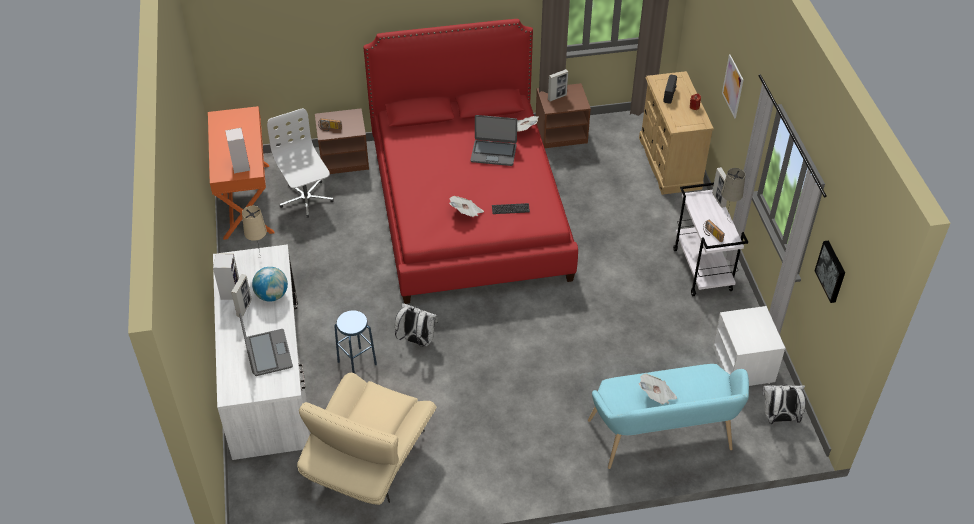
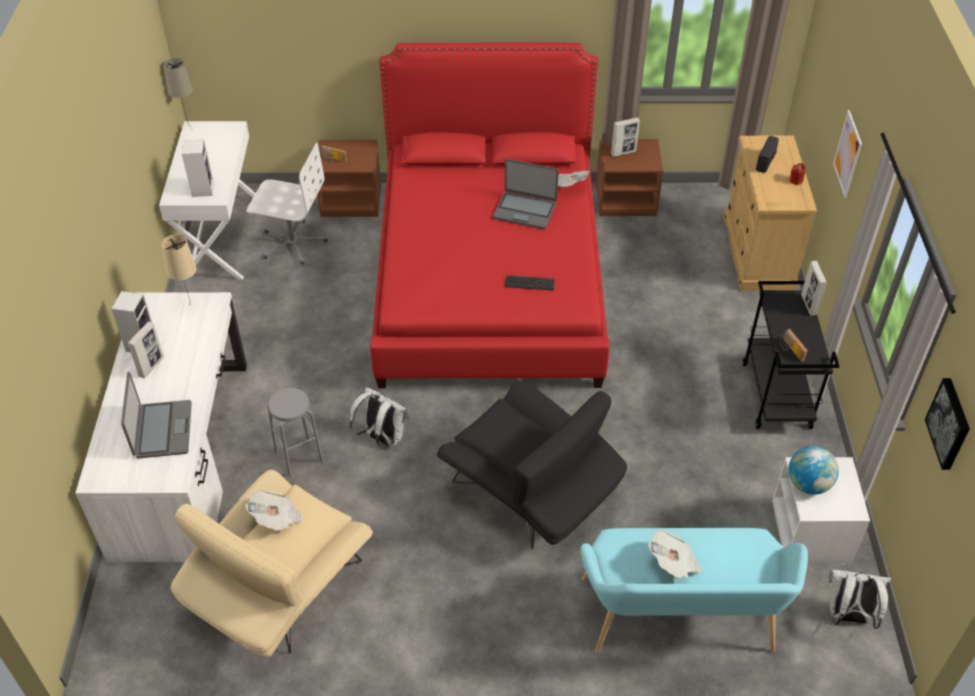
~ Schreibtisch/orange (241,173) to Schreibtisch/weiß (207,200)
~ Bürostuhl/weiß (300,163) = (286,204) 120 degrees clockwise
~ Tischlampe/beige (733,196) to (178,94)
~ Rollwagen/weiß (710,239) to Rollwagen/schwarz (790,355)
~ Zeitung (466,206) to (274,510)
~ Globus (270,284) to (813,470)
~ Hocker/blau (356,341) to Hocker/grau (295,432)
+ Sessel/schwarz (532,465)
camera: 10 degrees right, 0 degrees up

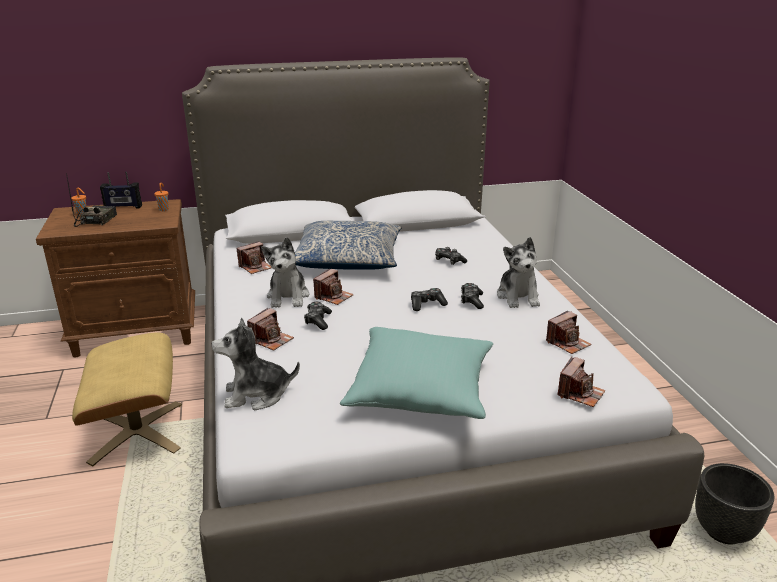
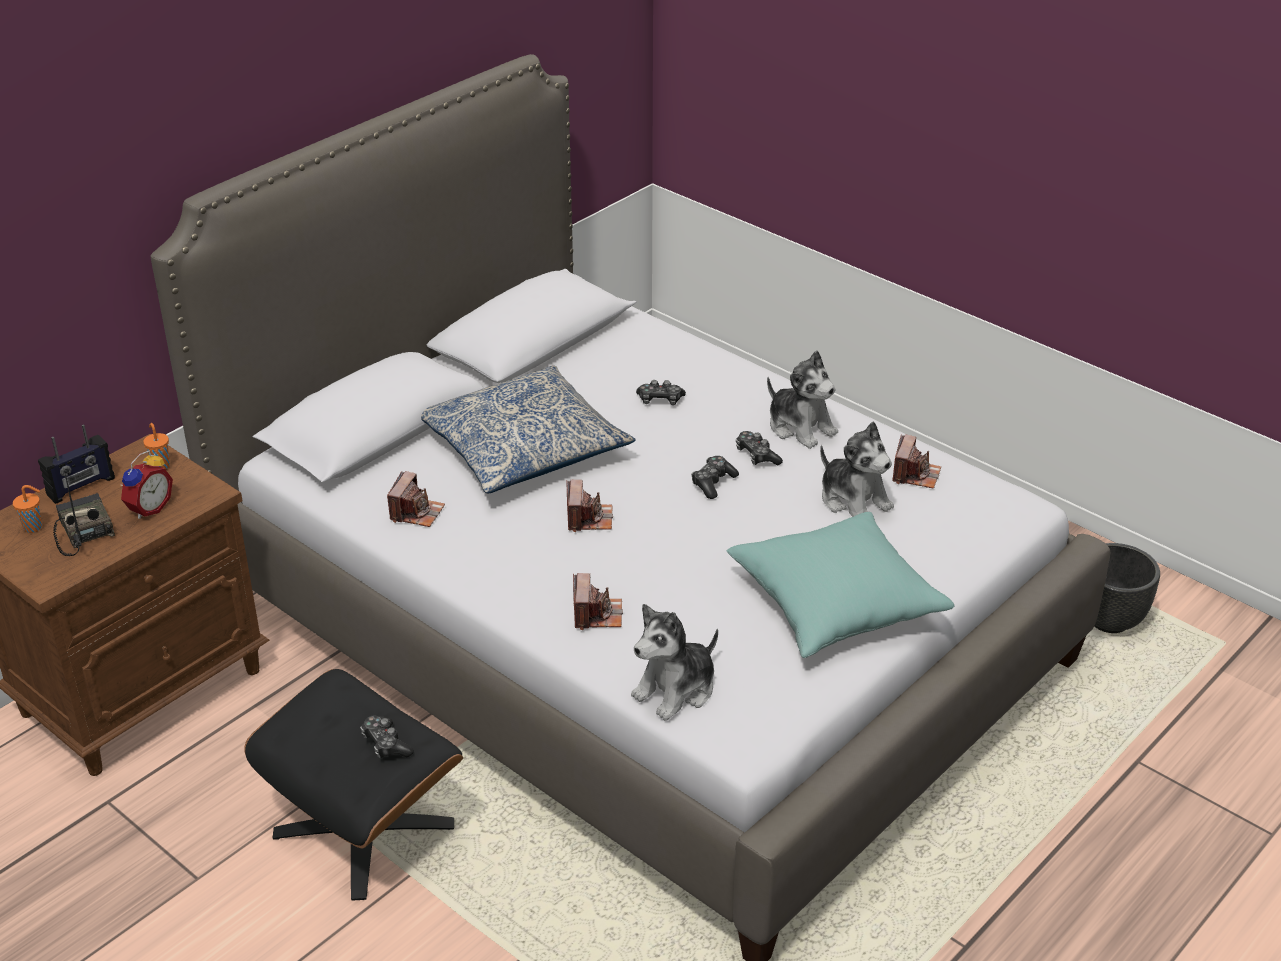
~ Plüschtier (285,272) to (857,469)
~ Gamepad (318,316) to (387,736)
~ Polsterhocker/beige (127,399) to Polsterhocker/schwarz (353,785)
- Kamera (581,382)
+ Wecker (146,484)
camera: 35 degrees left, 10 degrees up

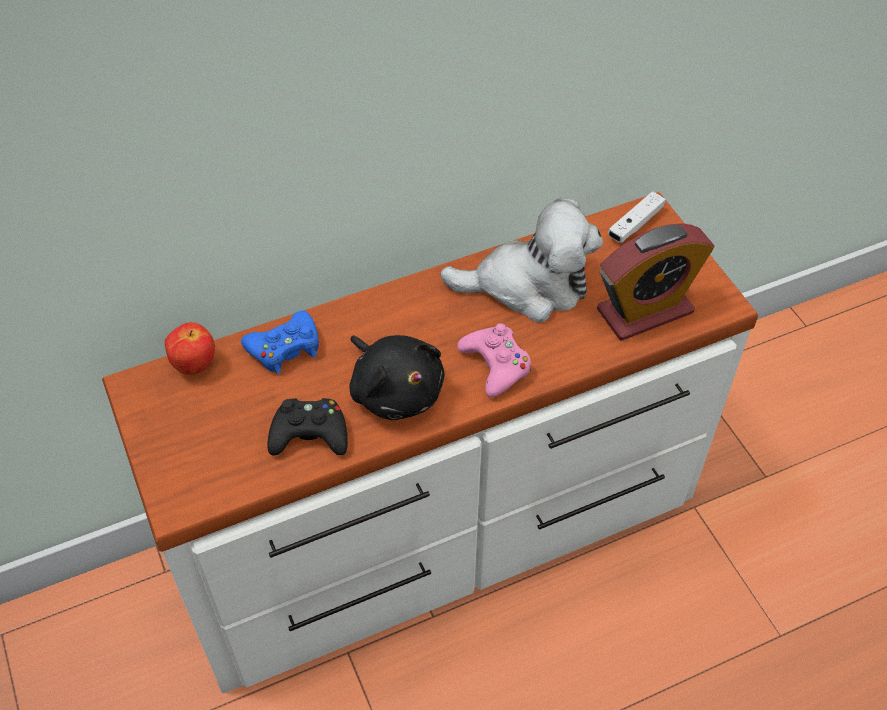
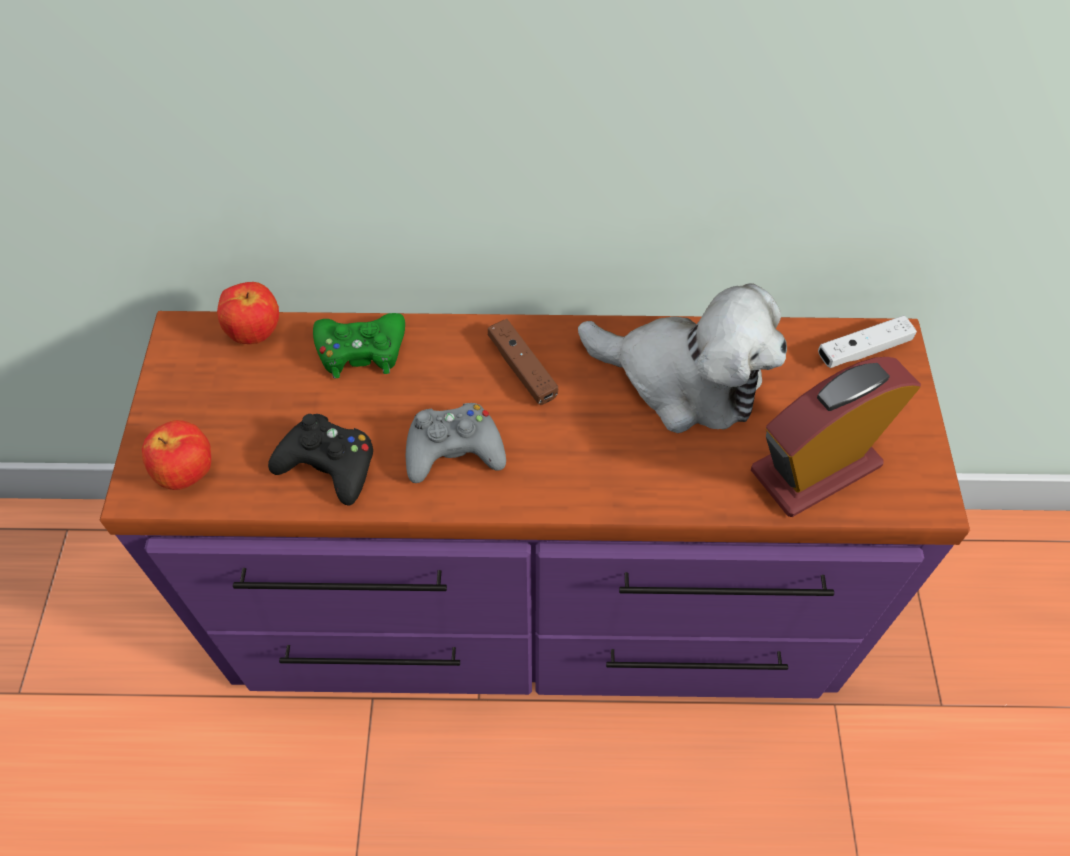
~ Kommode/weiß (430,442) to Kommode/lila (535,504)
~ Wecker (655,282) = (836,437) 150 degrees clockwise
~ Gamepad/blau (280,342) to Gamepad/grün (359,345)
- Gamepad/rosa (494,360)
~ Plüschtier/schwarz (397,377) to Gamepad/grau (456,443)
+ Gamepad/braun (523,362)
+ Apfel (176,455)
camera: 25 degrees right, 5 degrees up

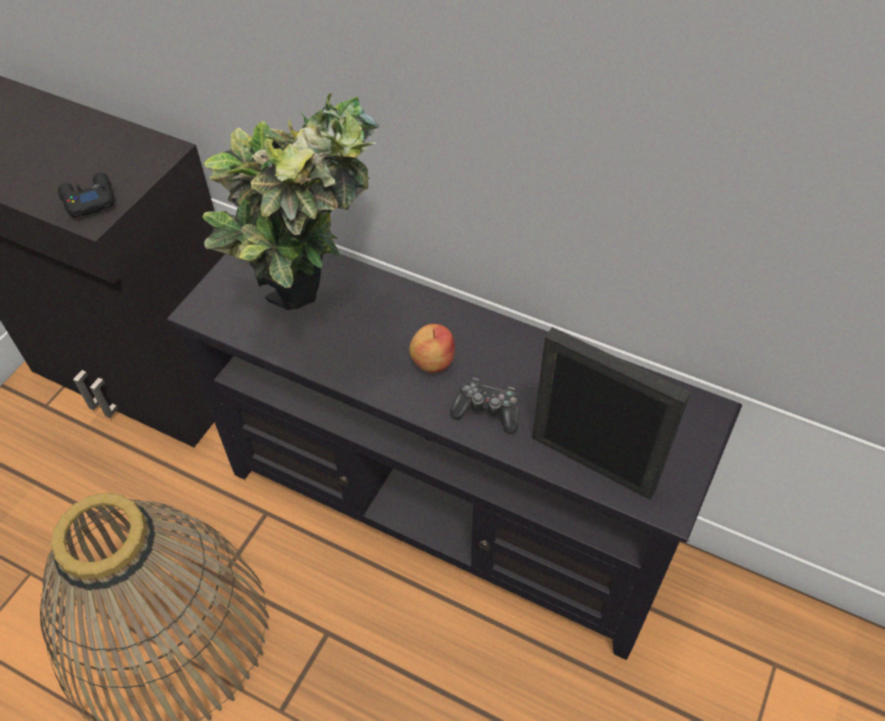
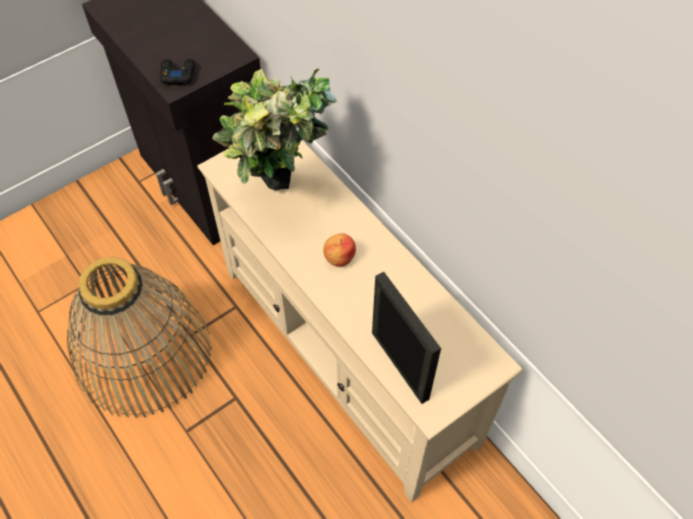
~ Fernsehschrank/schwarz (454,456) to Fernsehschrank/beige (360,321)
- Gamepad (484,405)
camera: 25 degrees right, 5 degrees up

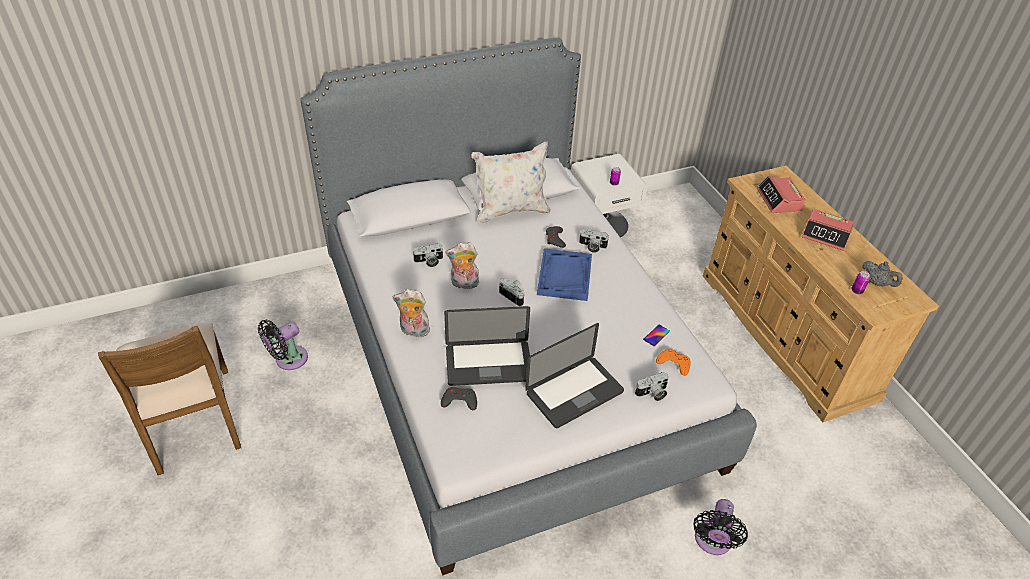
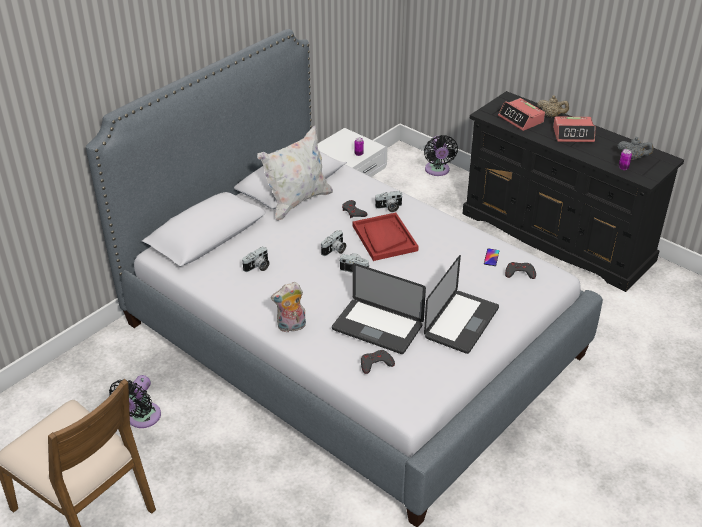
~ Kommode/beige (821,294) to Kommode/schwarz (573,191)
- Plüschtier (462,265)
~ Tablett/blau (564,274) to Tablett/rot (386,236)
~ Laptop (487,346) = (379,308) 60 degrees clockwise
~ Gamepad/orange (673,362) to Gamepad/grau (520,270)
~ Kamera (652,386) to (333,243)
~ Ventilator/schwarz (721,527) to (441,155)
+ Teekanne/beige (553,106)
camera: 25 degrees left, 5 degrees down

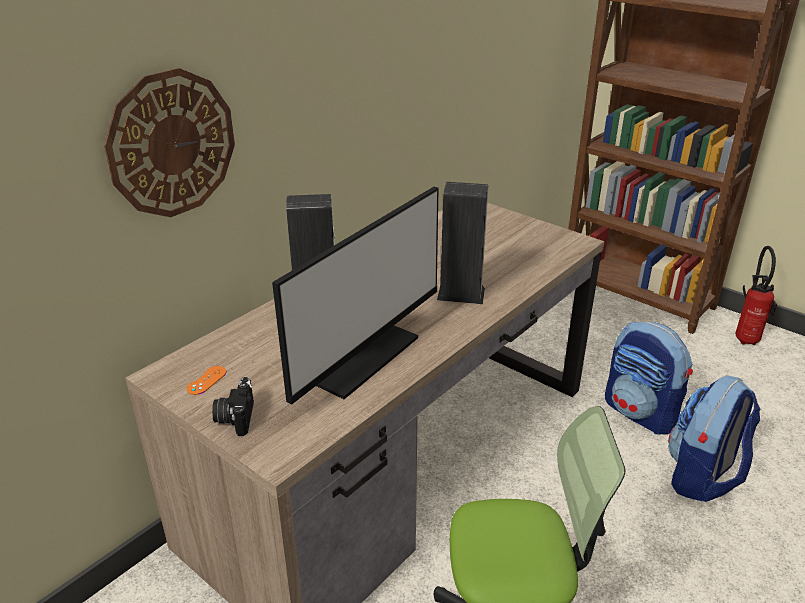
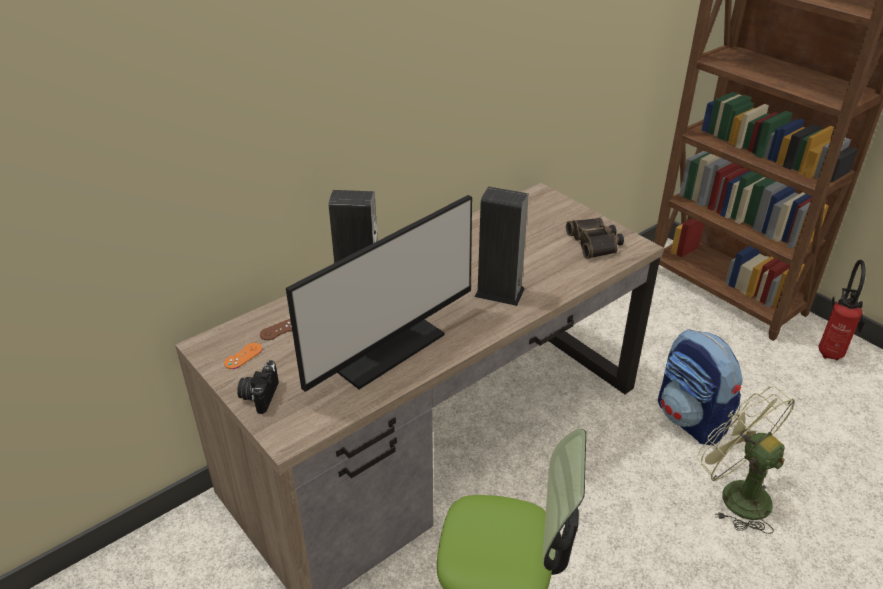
- Wanduhr (169,142)
~ Rucksack (714,438) to Ventilator/grün (746,460)
+ Fernglas (595,238)
+ Gamepad/braun (276,329)
camera: 10 degrees right, 5 degrees up

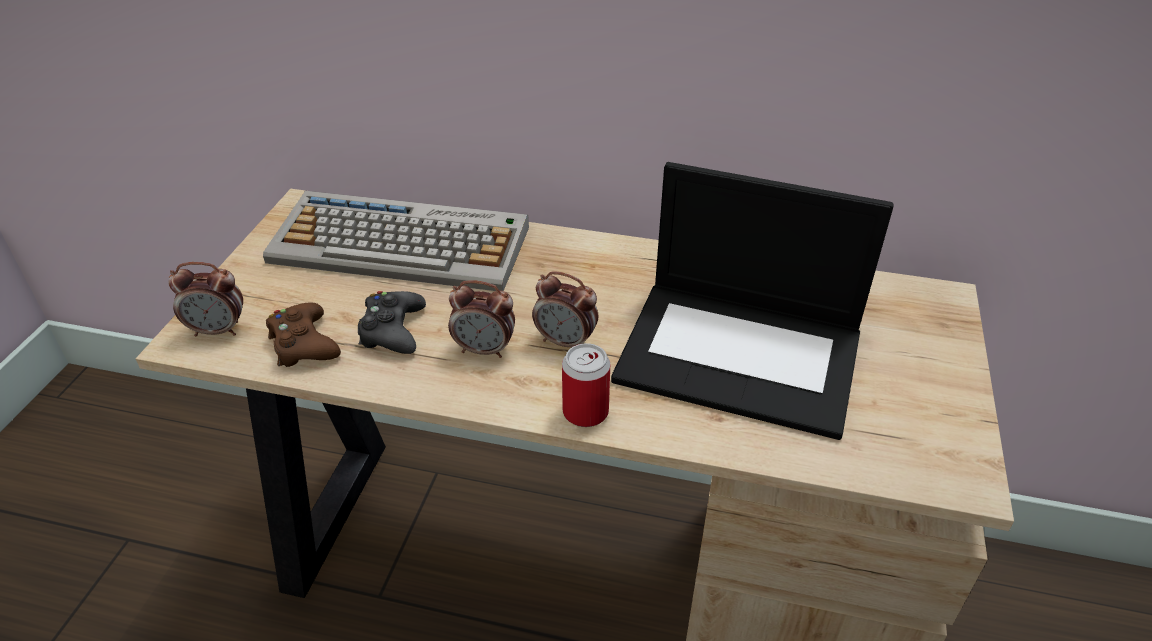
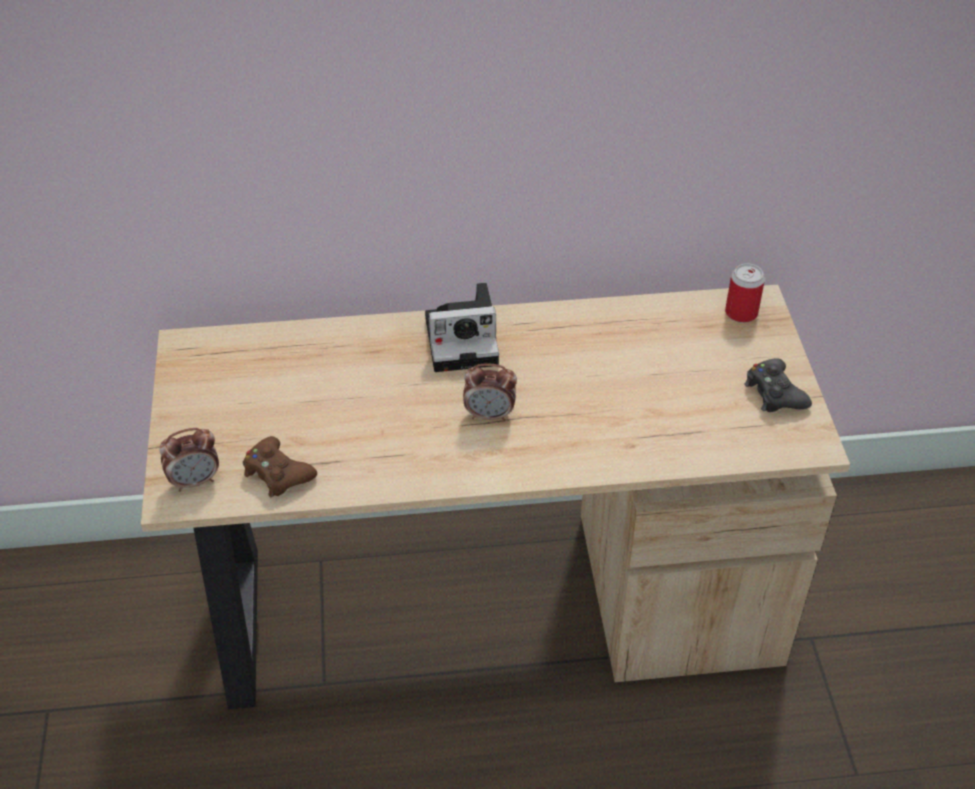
- Laptop (752,301)
- Tastatur (396,241)
- Wecker (481,319)
~ Gamepad/schwarz (392,322) to (778,385)
~ Dose (586,385) to (745,293)
+ Kamera (462,327)
camera: 20 degrees left, 5 degrees up

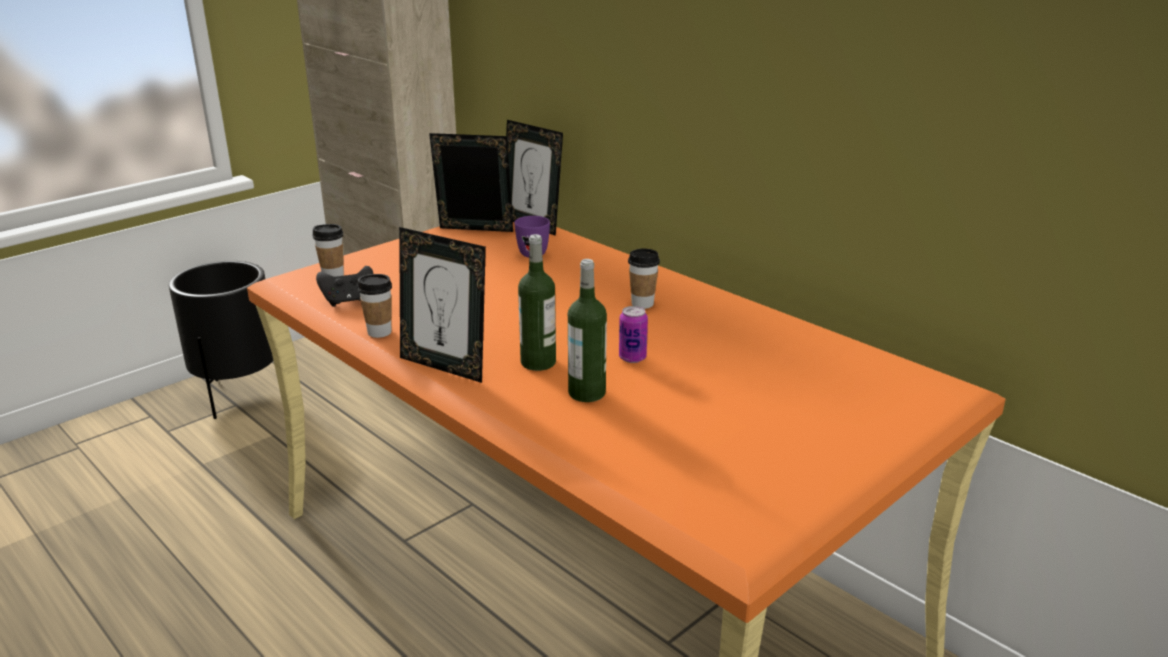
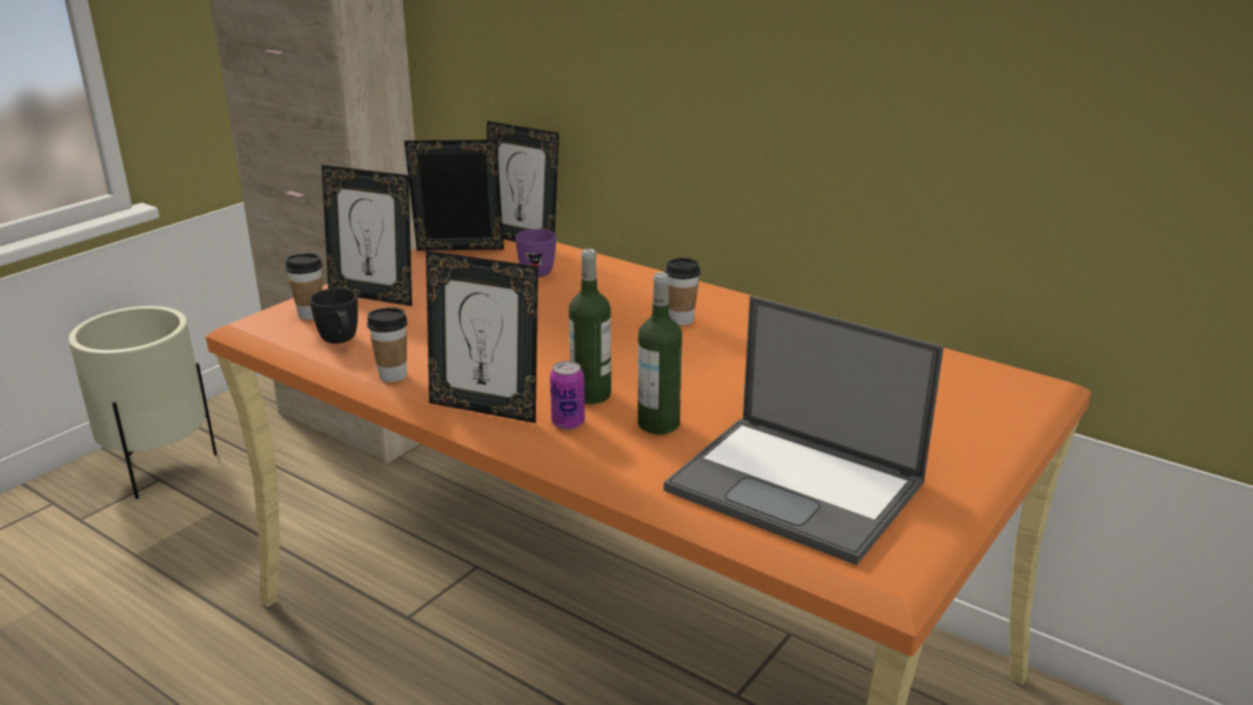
~ Pflanzkübel/schwarz (221,340) to Pflanzkübel/beige (142,402)
~ Gamepad/schwarz (344,286) to Henkelbecher/schwarz (334,316)
~ Dose (633,334) to (567,395)
+ Bilderrahmen (367,235)
+ Laptop (804,430)
camera: 10 degrees left, 0 degrees up

